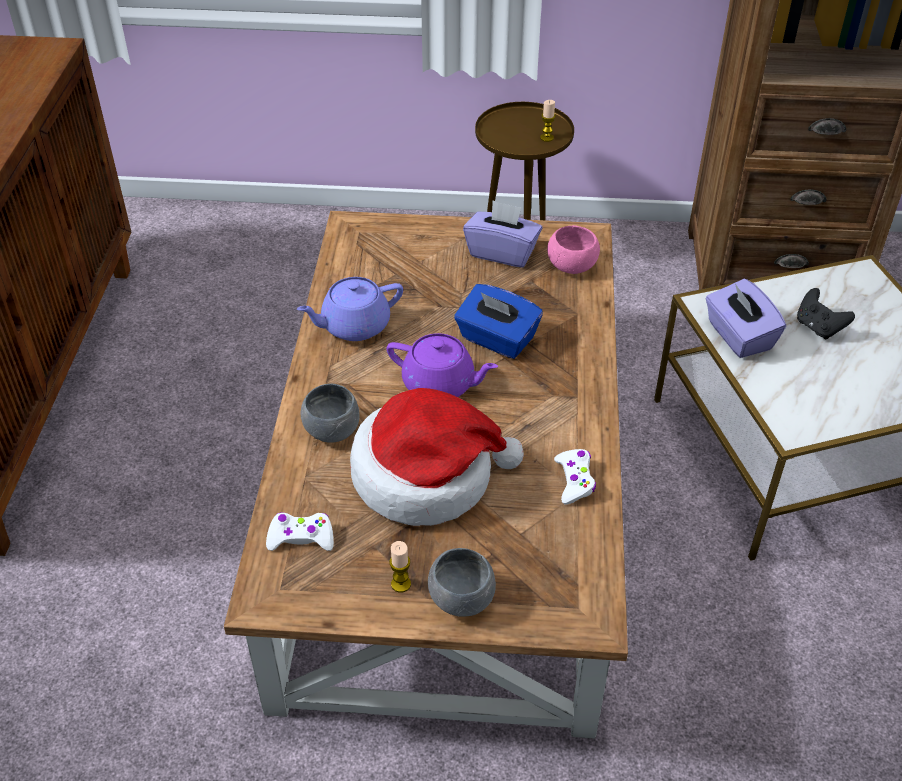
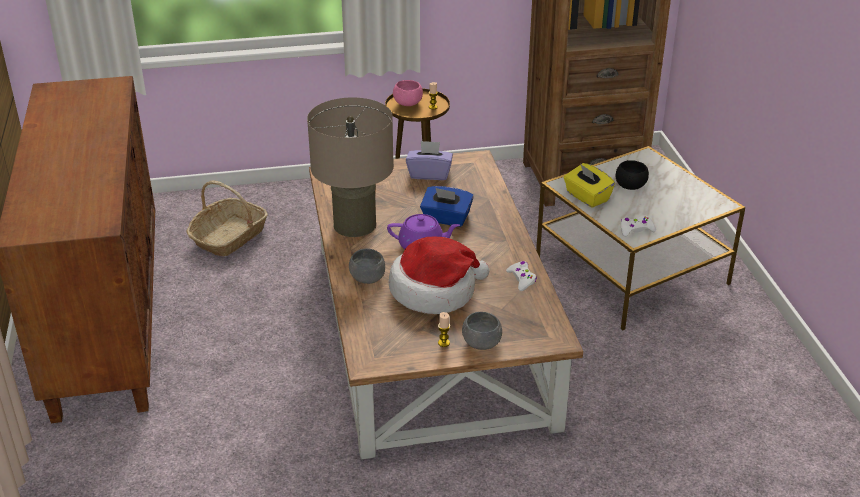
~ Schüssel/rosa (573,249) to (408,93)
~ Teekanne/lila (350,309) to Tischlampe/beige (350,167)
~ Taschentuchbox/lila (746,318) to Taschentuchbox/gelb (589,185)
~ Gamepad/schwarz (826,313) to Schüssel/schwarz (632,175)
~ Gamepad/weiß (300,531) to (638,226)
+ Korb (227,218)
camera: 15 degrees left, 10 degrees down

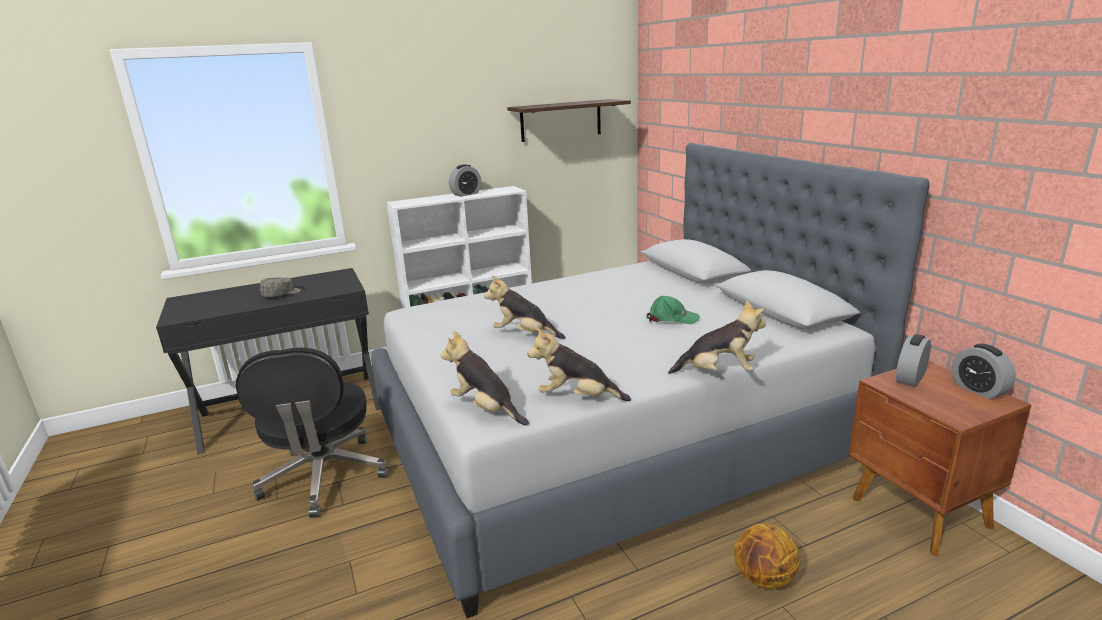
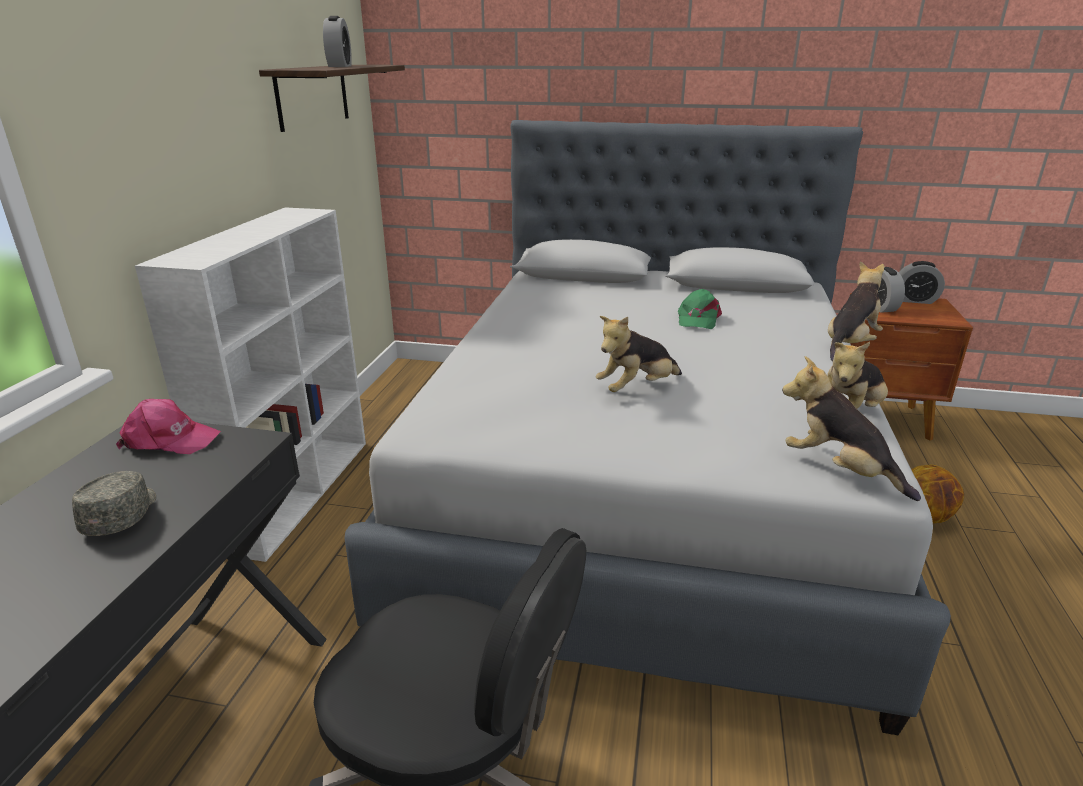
~ Wecker (465,180) to (337,41)
~ Kappe/grün (673,310) = (700,309) 150 degrees clockwise
~ Plüschtier (485,378) = (851,428) 60 degrees clockwise
+ Kappe/rosa (168,426)
camera: 55 degrees left, 5 degrees up

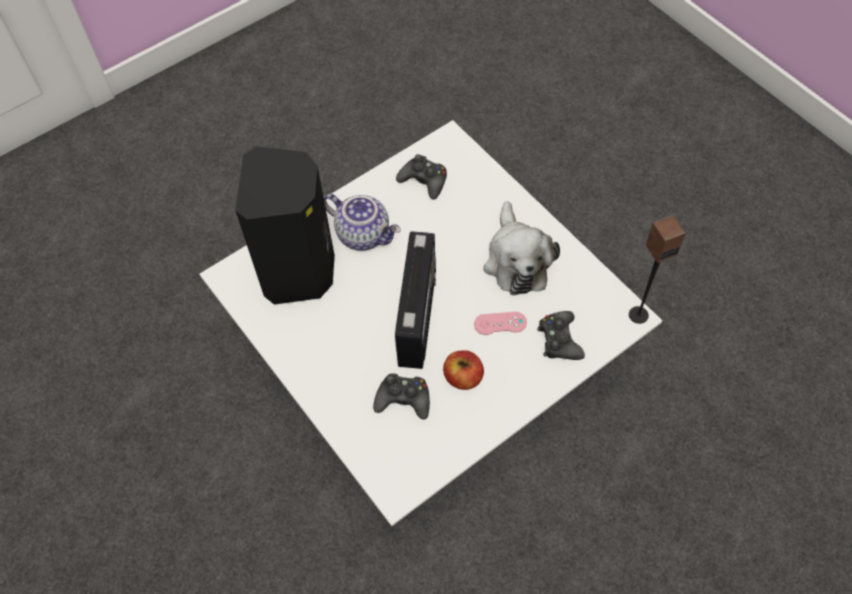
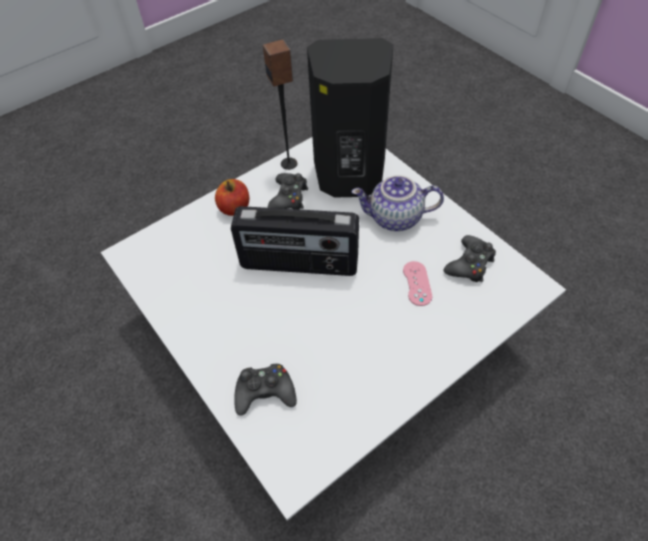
~ Teekanne (362,222) = (397,203) 60 degrees clockwise
- Plüschtier (522,248)
~ Lautsprecher (657,269) to (280,104)
~ Gamepad/rosa (500,323) to (417,283)
~ Apfel (463,370) to (232,197)
~ Gamepad/schwarz (401,397) to (287,191)
camera: 90 degrees right, 5 degrees down

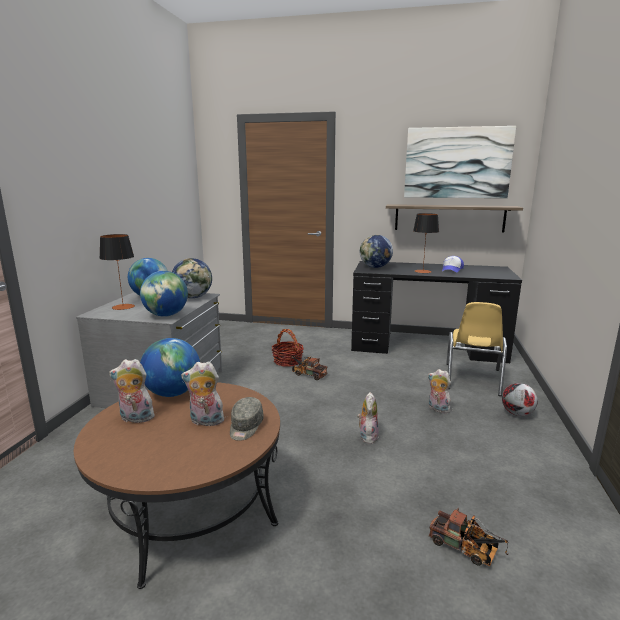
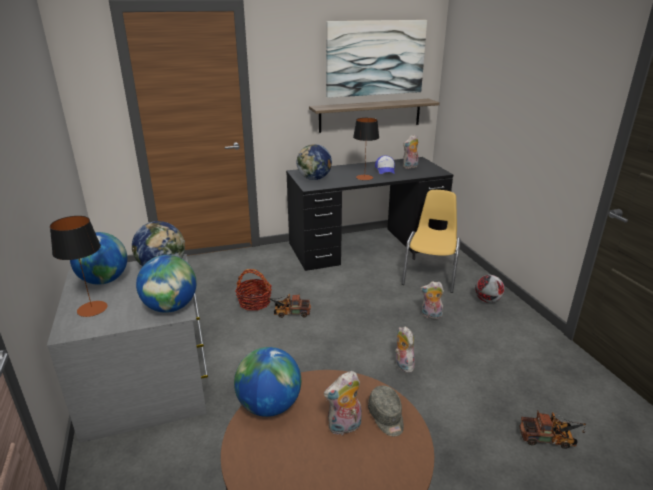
~ Stuhl/gelb (476,349) = (430,241) 150 degrees counterclockwise
~ Plüschtier (132,391) to (411,152)
camera: 30 degrees left, 10 degrees up

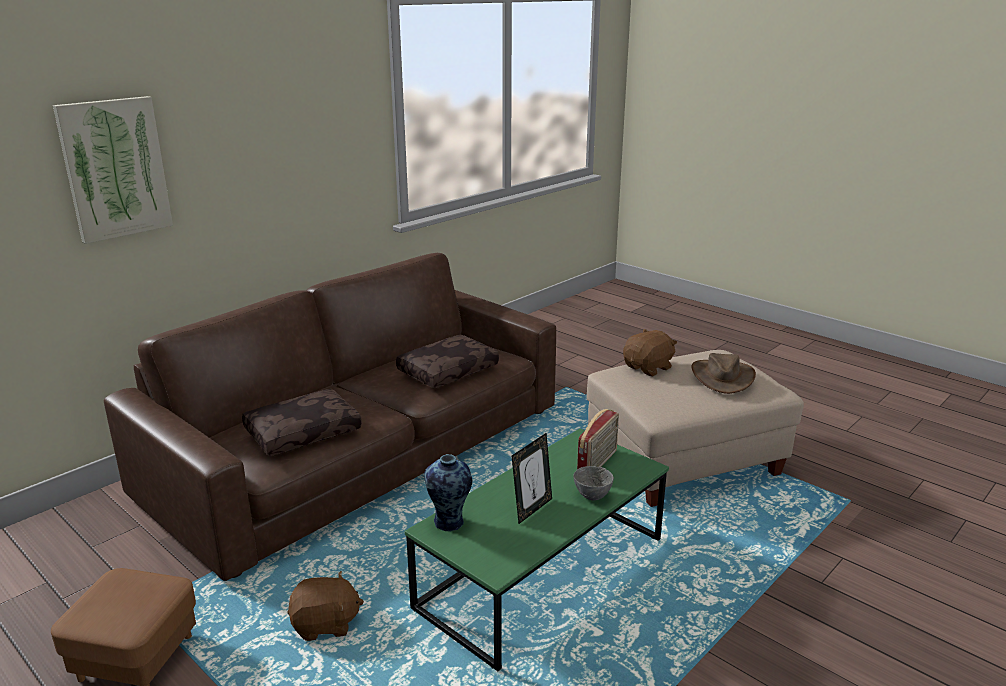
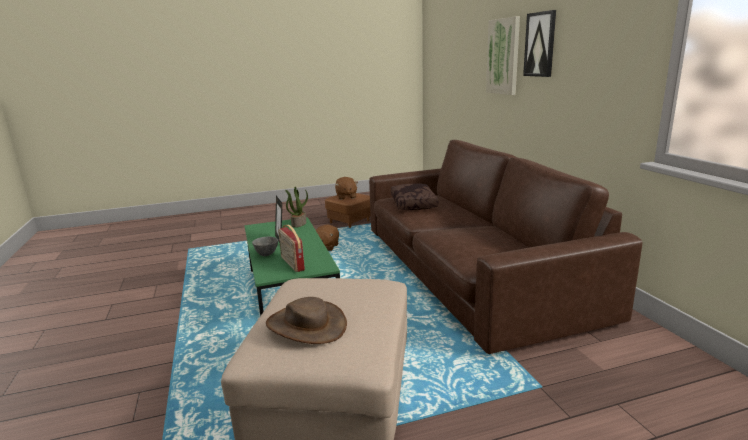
~ Plüschtier/braun (650,352) to (346,188)
- Kissen/braun (447,361)
~ Vase (448,493) to Topfpflanze (296,207)
+ Bild (539,43)
camera: 120 degrees right, 5 degrees down

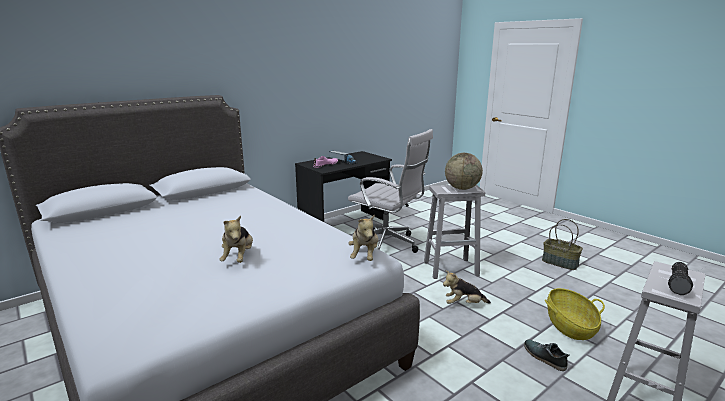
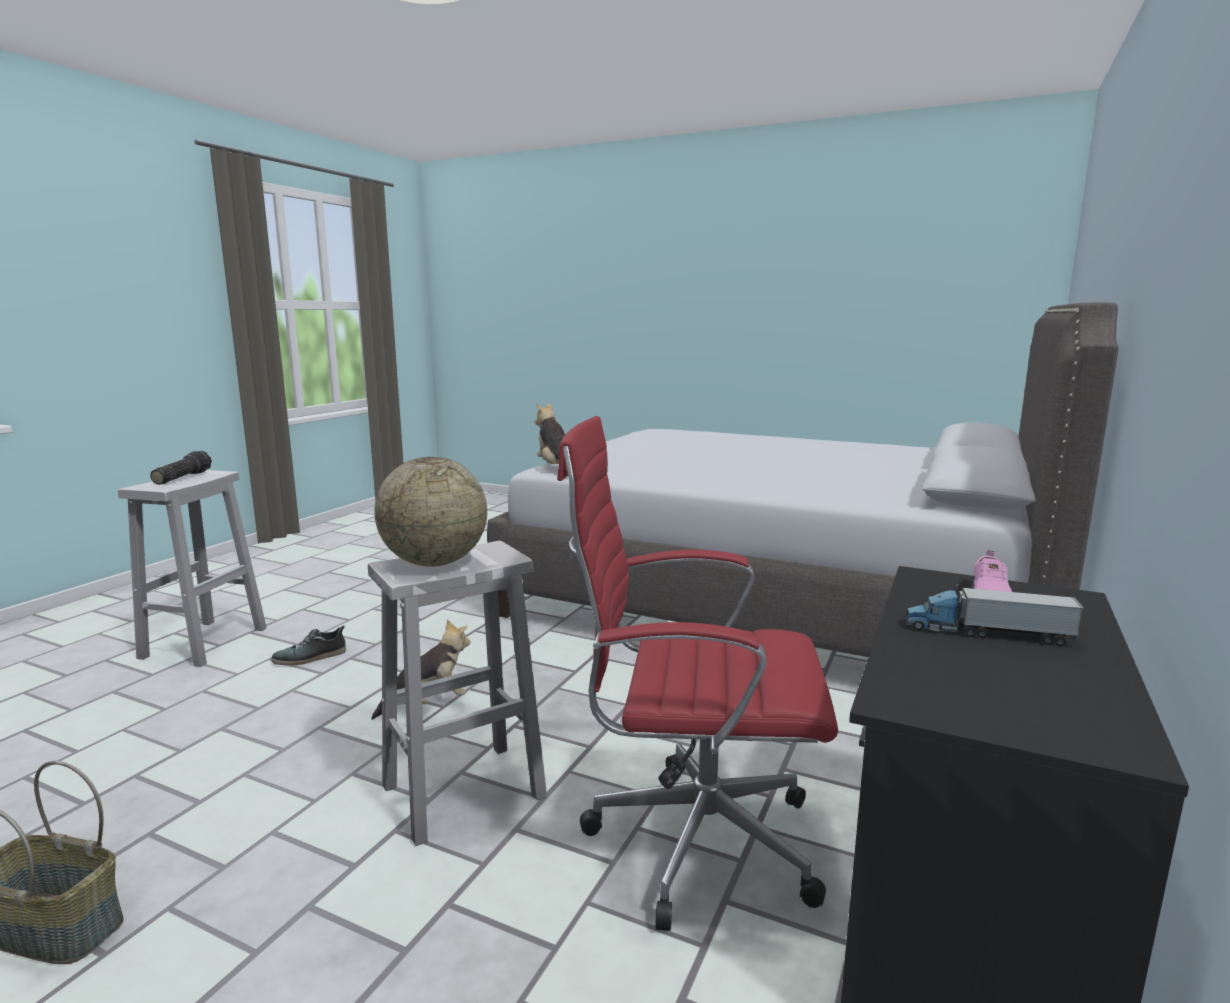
~ Bürostuhl/weiß (390,191) to Bürostuhl/rot (697,673)
- Plüschtier (236,239)
- Korb (575,314)
~ Schuh (547,355) = (308,645) 120 degrees clockwise
camera: 155 degrees right, 5 degrees down

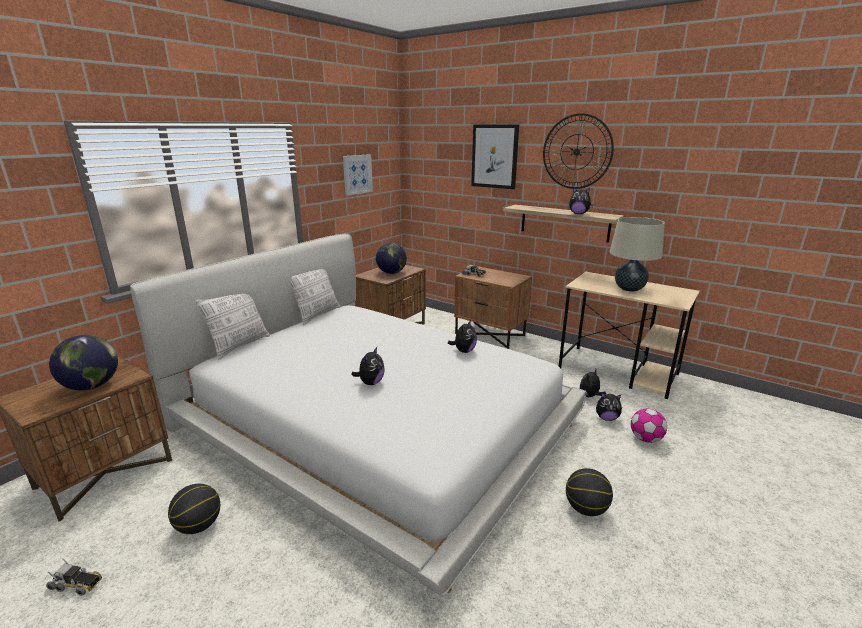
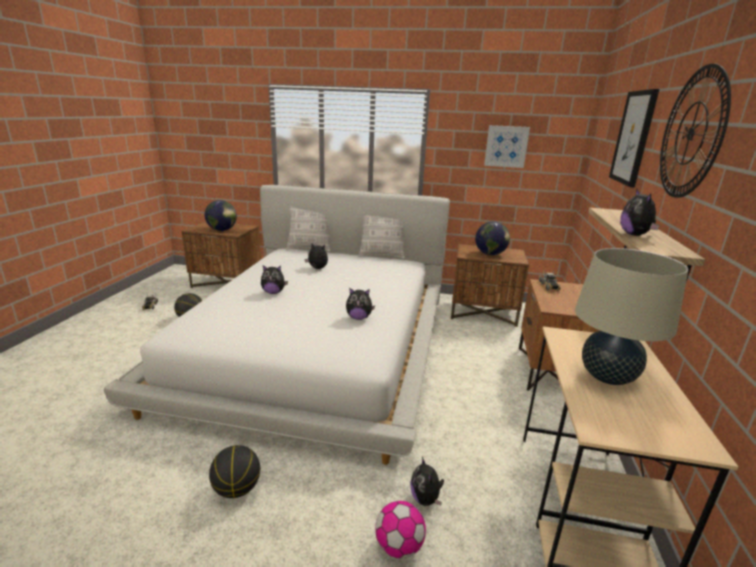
~ Plüschtier (593,383) to (316,256)
camera: 65 degrees right, 0 degrees up

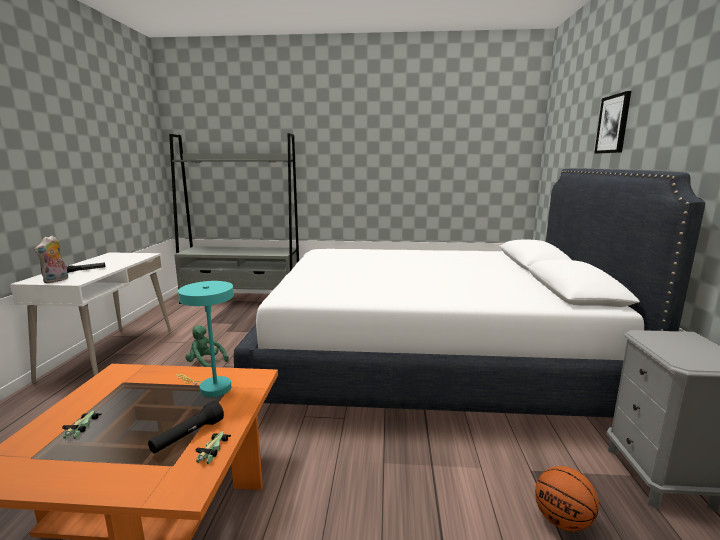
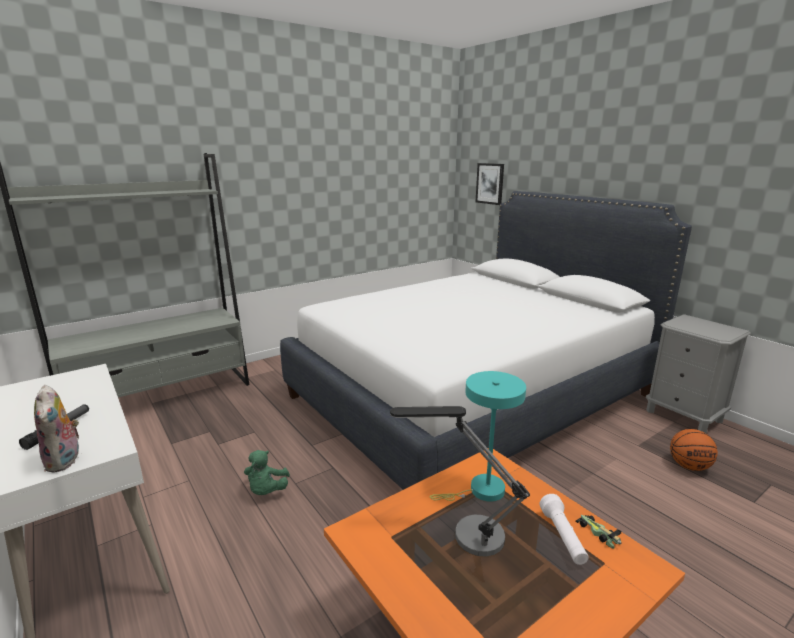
~ Bild (612,122) to (490,184)
~ Plüschtier/grün (207,346) = (267,472) 75 degrees counterclockwise
~ Taschenlampe/schwarz (186,427) to Taschenlampe/weiß (564,529)
- Spielzeugauto (82,424)
+ Tischlampe (460,481)
camera: 40 degrees left, 5 degrees up

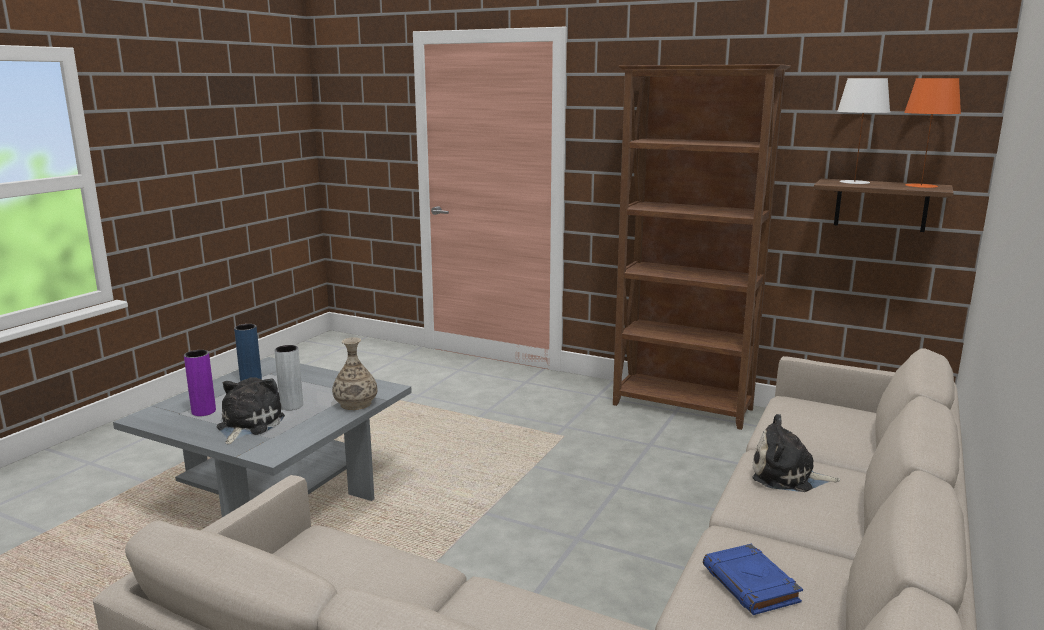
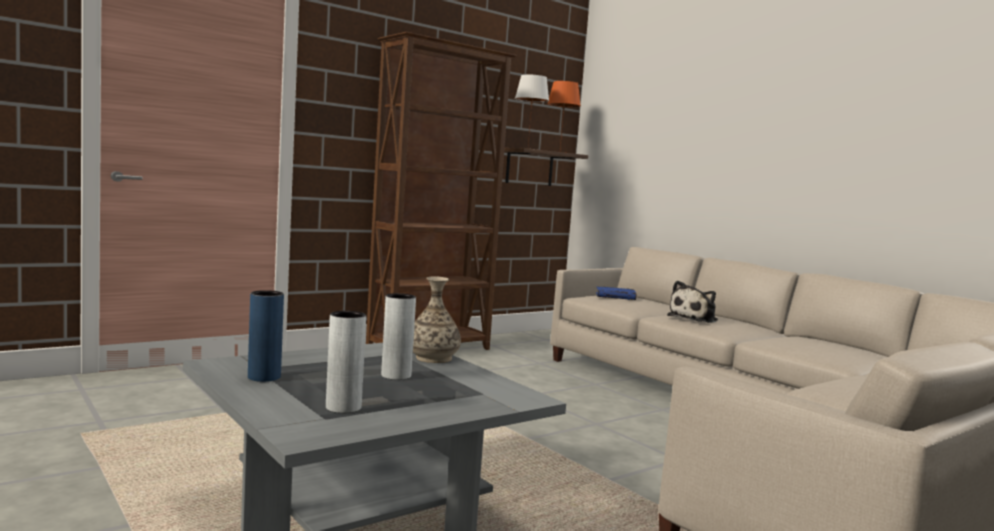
~ Vase/lila (200,383) to Vase/grau (346,362)
- Plüschtier (251,410)
~ Buch/blau (753,579) to (616,293)
camera: 65 degrees left, 10 degrees down

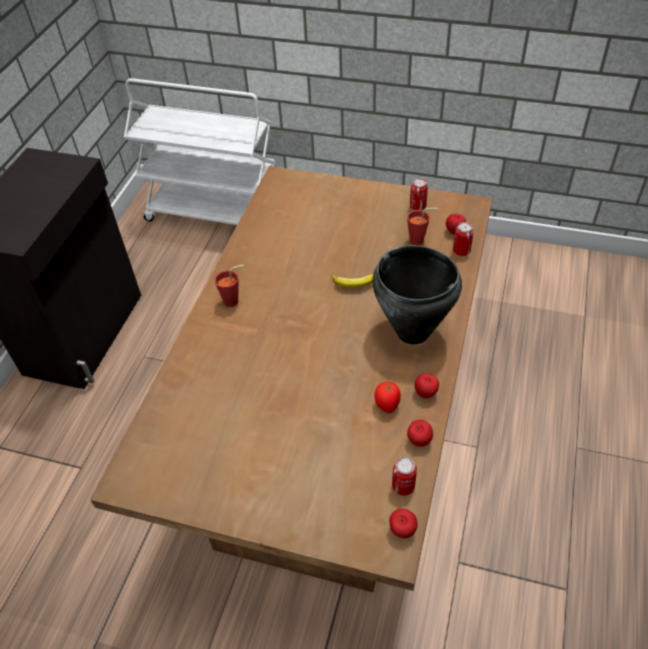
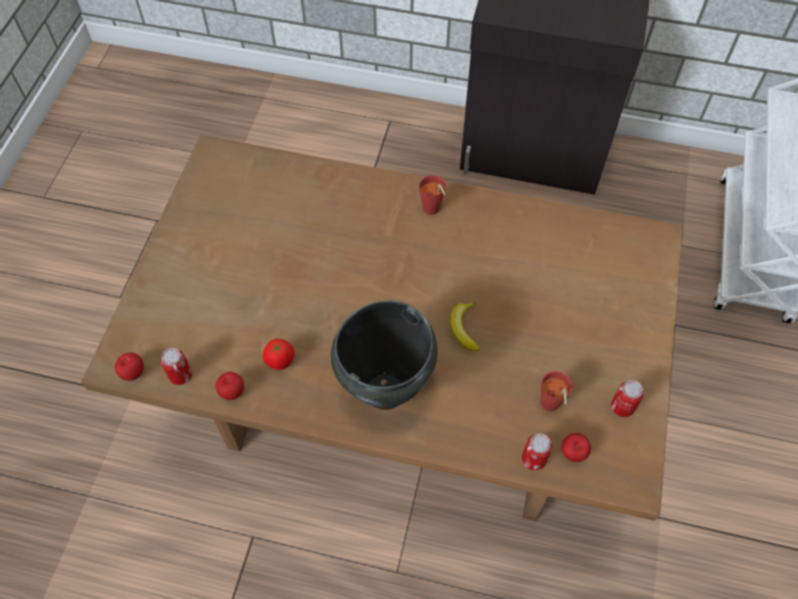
- Apfel (426,385)
camera: 85 degrees right, 10 degrees up

